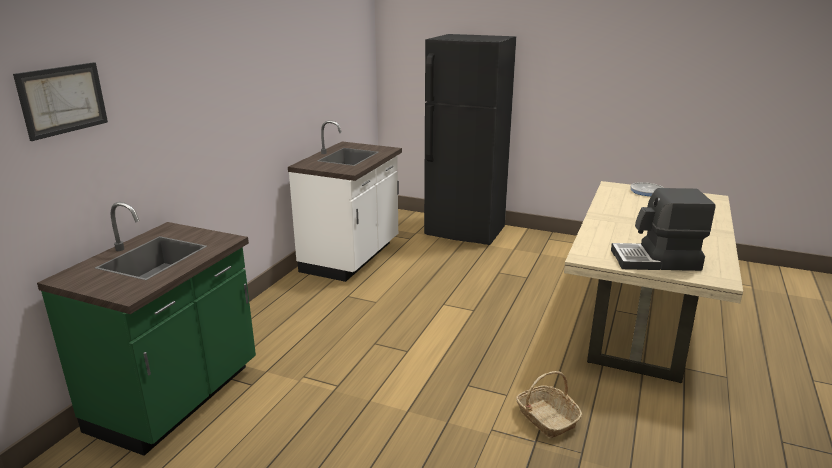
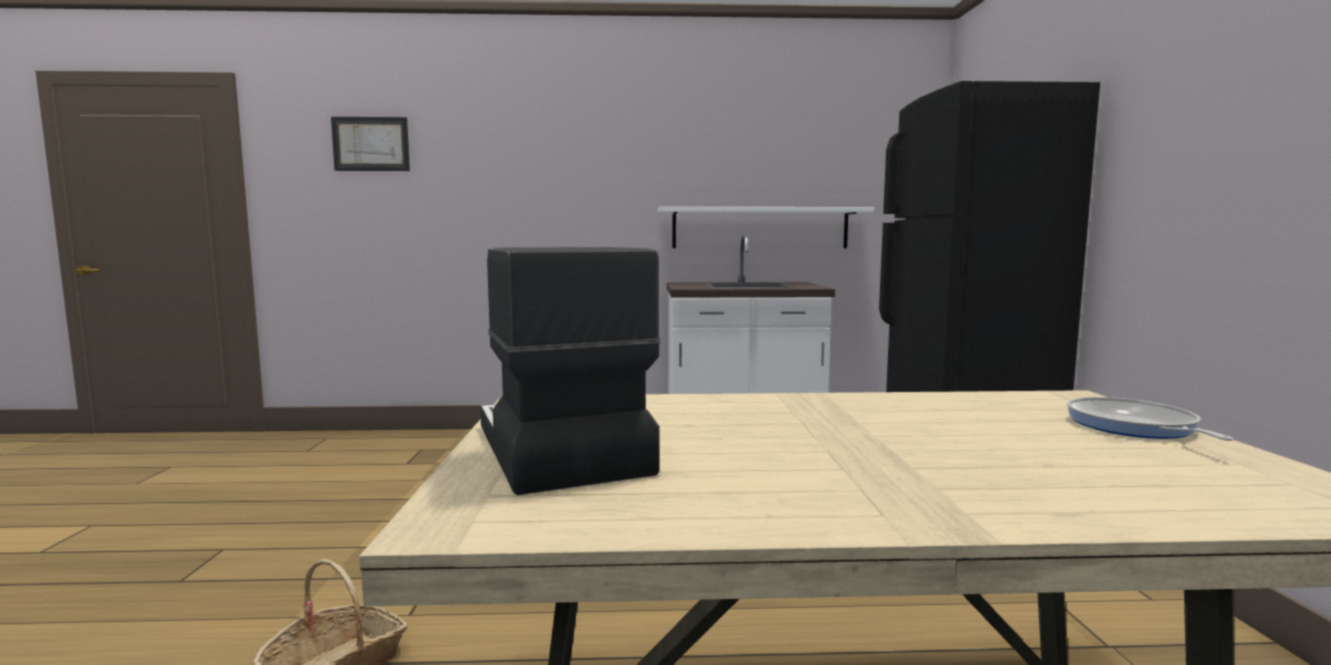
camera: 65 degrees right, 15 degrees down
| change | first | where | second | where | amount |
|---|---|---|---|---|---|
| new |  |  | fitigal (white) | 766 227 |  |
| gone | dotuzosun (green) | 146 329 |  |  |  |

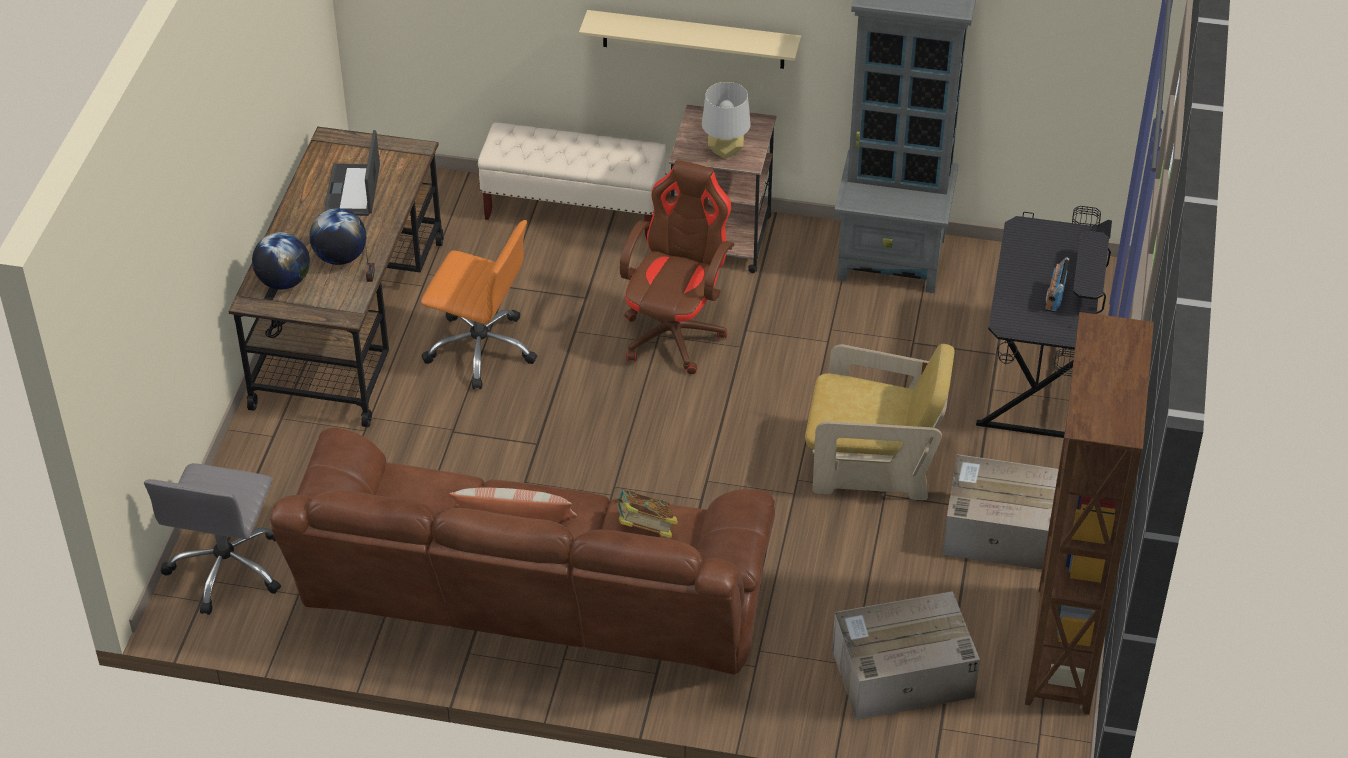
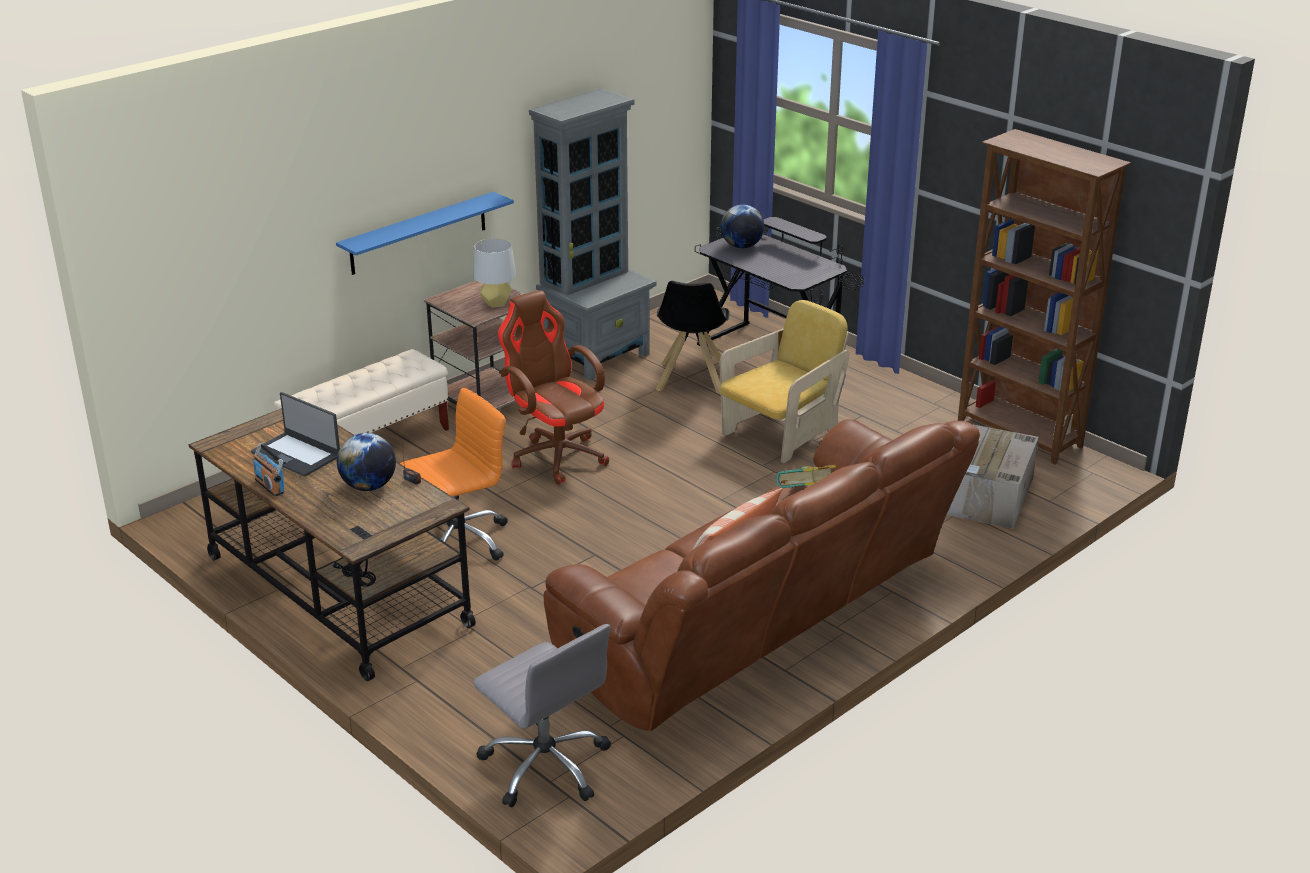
camera: 55 degrees left, 15 degrees down
| change | first | where | second | where | amount |
|---|---|---|---|---|---|
| shifted | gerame | 1057 284 |  | 269 469 |  |
| repainted | fitigal (beige) | 690 39 | fitigal (blue) | 425 233 |  |
| new |  |  | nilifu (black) | 692 338 |  |
| shifted | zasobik | 281 260 |  | 742 226 |  |
| gone | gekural | 1000 512 |  |  |  |

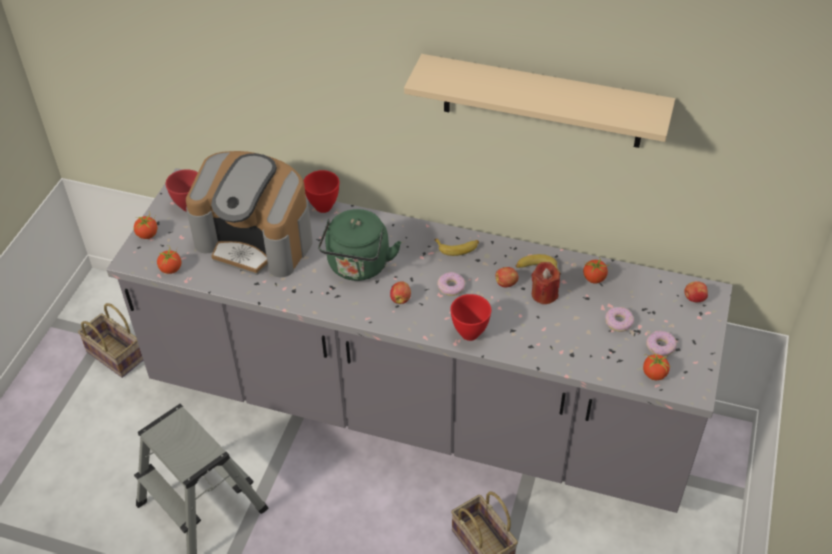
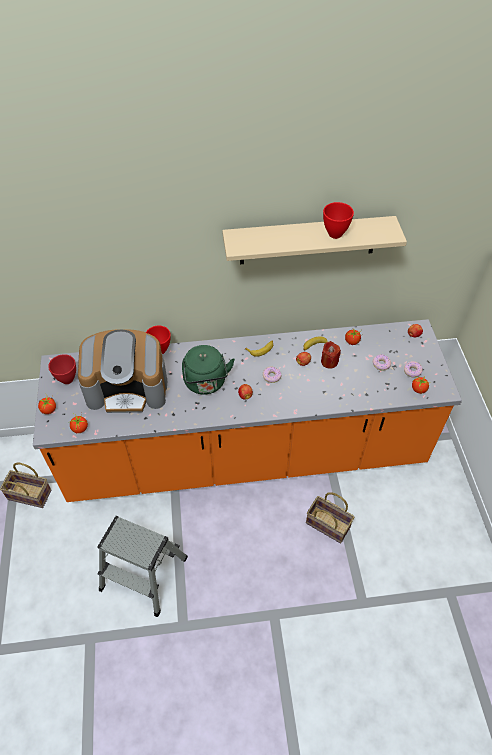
camera: 25 degrees left, 5 degrees up
| change | first | where | second | where | amount |
|---|---|---|---|---|---|
| repainted | dotuzosun (grey) | 419 340 | dotuzosun (orange) | 247 410 |  |
| shifted | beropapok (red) | 470 317 |  | 338 220 |  |

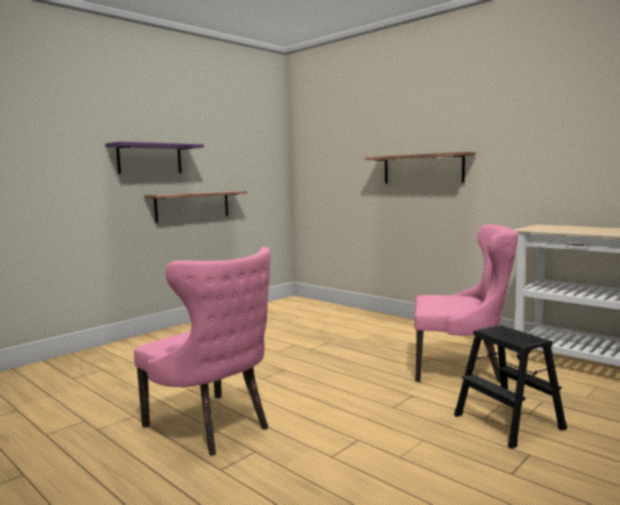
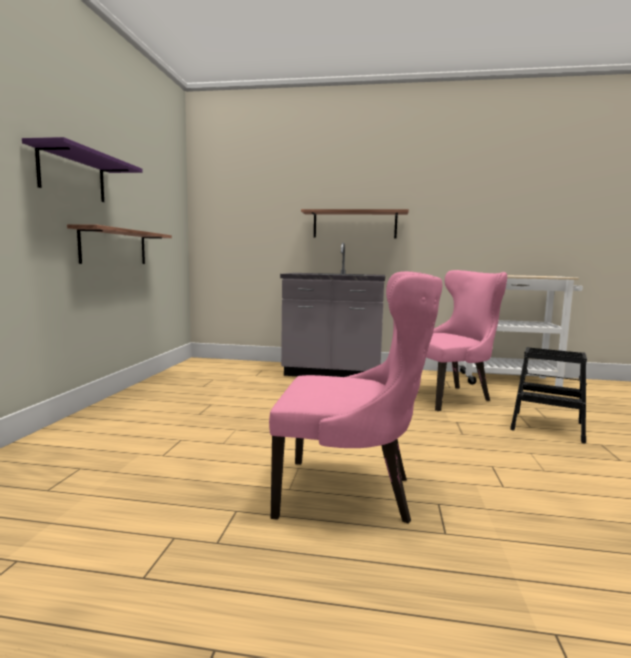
camera: 35 degrees left, 0 degrees up
| change | first | where | second | where | amount |
|---|---|---|---|---|---|
| new |  |  | dotuzosun (grey) | 332 310 |  |

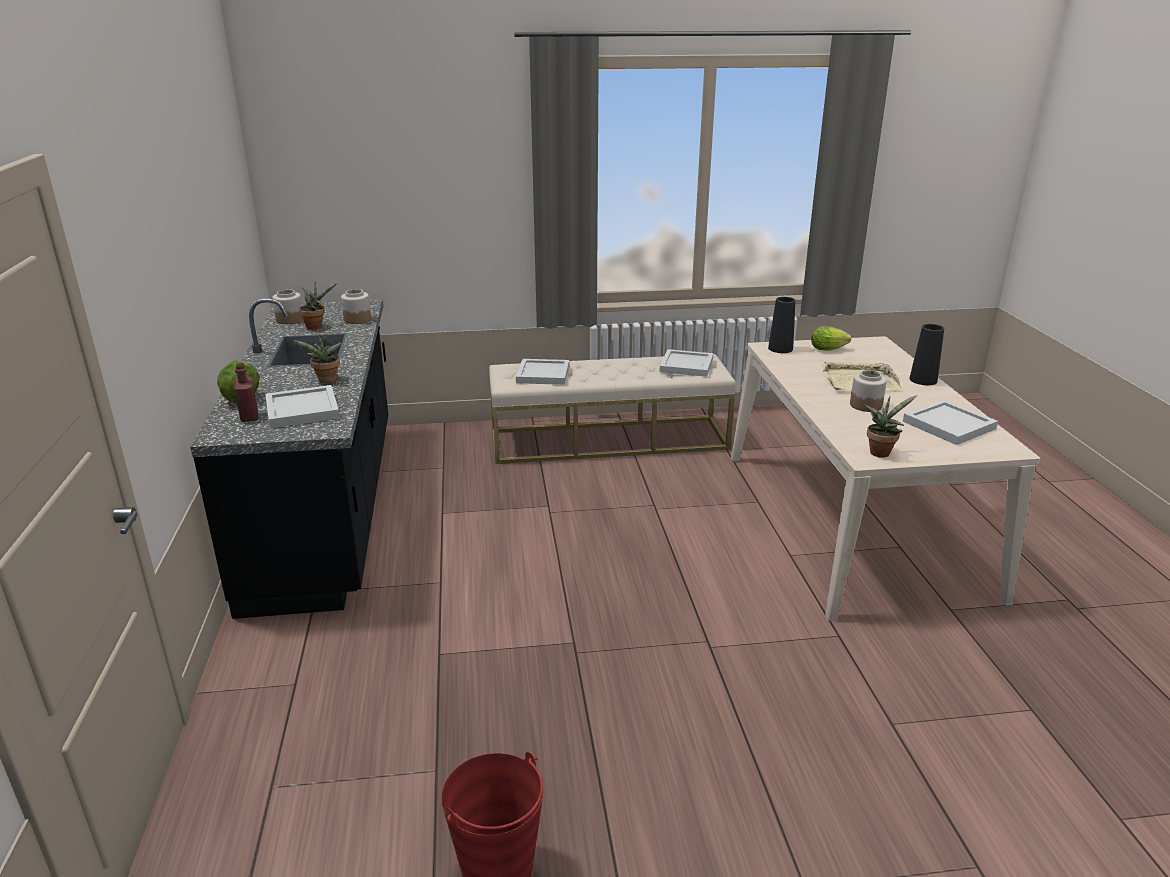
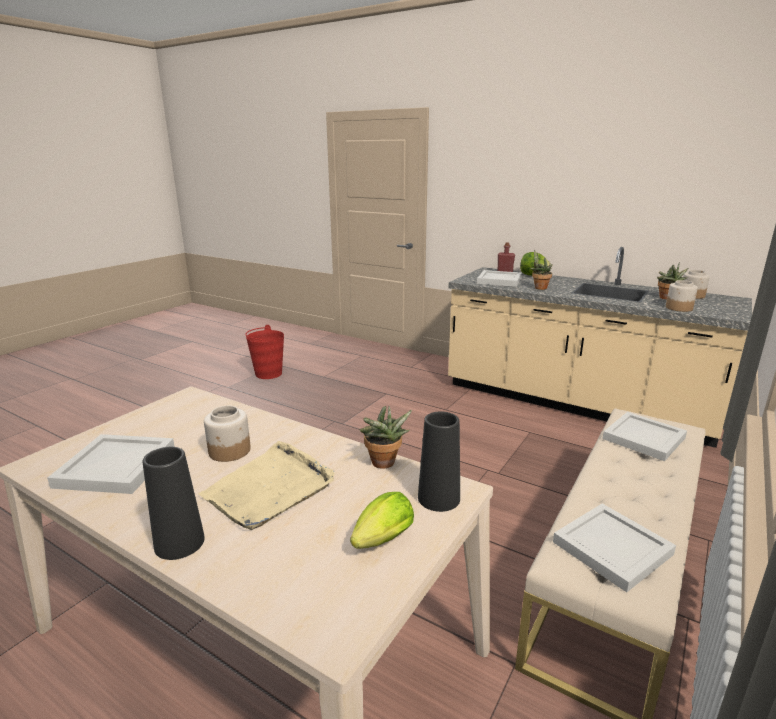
camera: 130 degrees right, 5 degrees down
| change | first | where | second | where | amount |
|---|---|---|---|---|---|
| shifted | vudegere | 890 426 |  | 386 437 |  |
| repainted | dotuzosun (black) | 289 458 | dotuzosun (beige) | 600 347 |  |

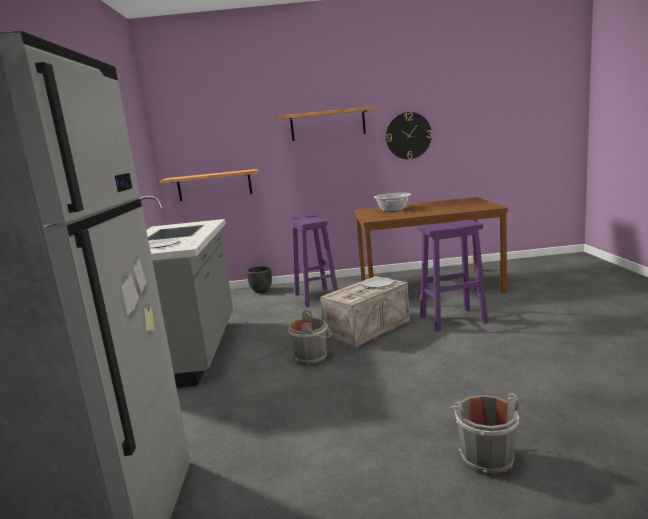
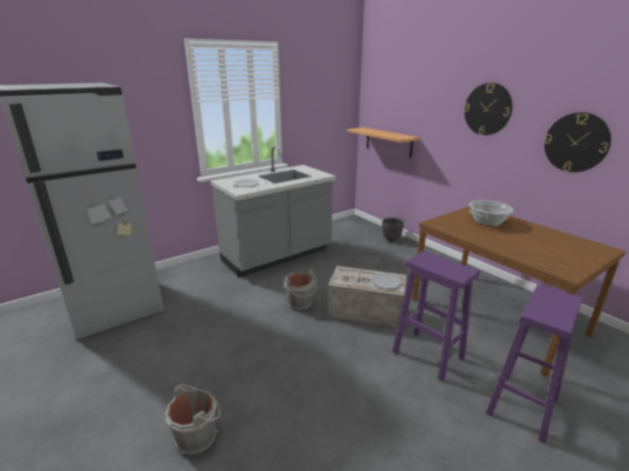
camera: 55 degrees right, 10 degrees up
| change | first | where | second | where | amount |
|---|---|---|---|---|---|
| swapped | fitigal | 328 123 | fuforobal | 488 109 |  |
| shifted | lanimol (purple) | 314 261 |  | 534 364 |  |

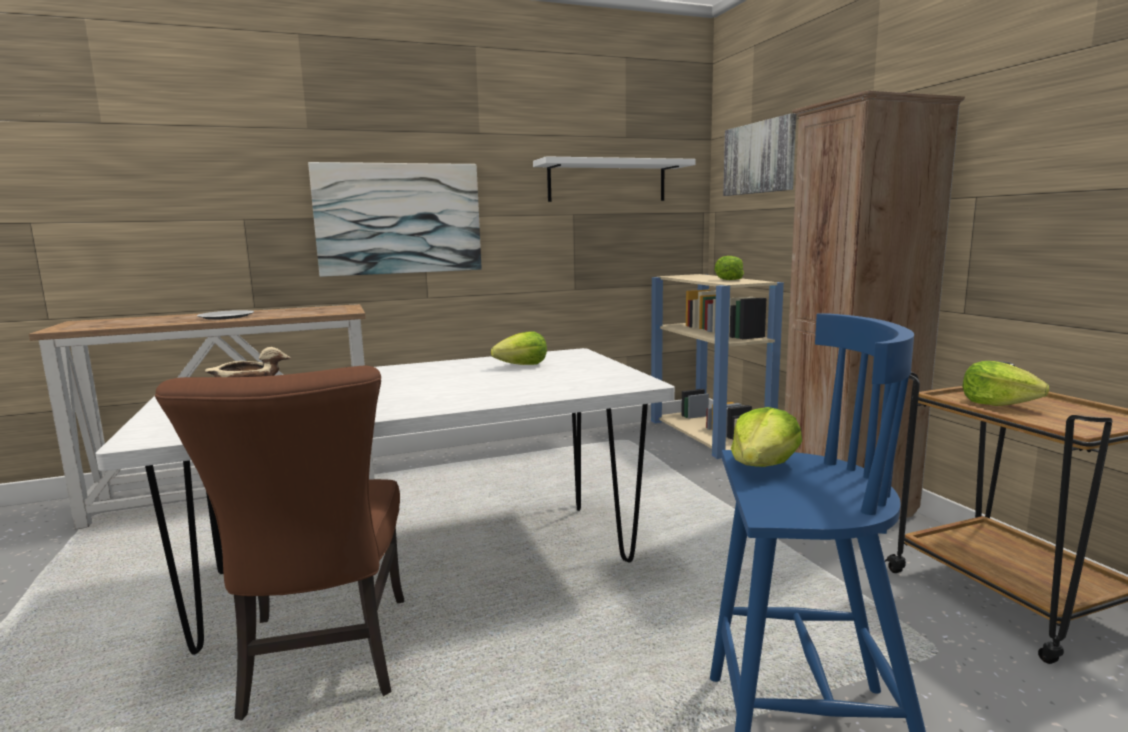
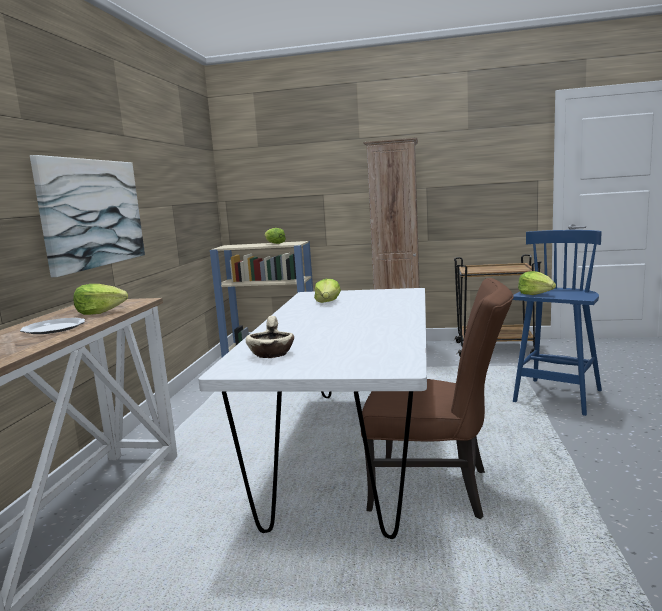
camera: 60 degrees left, 0 degrees up
| change | first | where | second | where | amount |
|---|---|---|---|---|---|
| shifted | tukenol | 1005 383 |  | 100 299 |  |
| gone | fitigal (white) | 614 179 |  |  |  |
| gone | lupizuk | 760 154 |  |  |  |

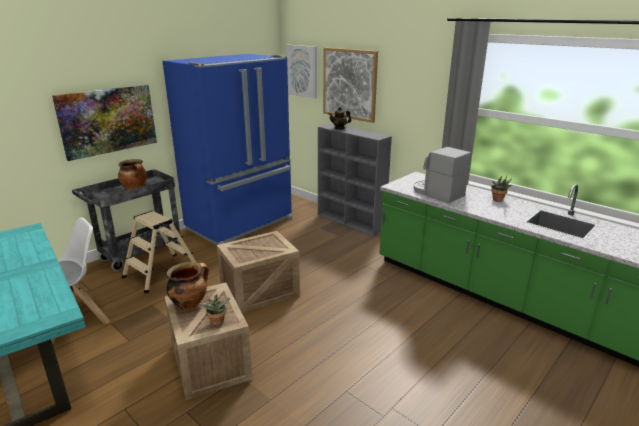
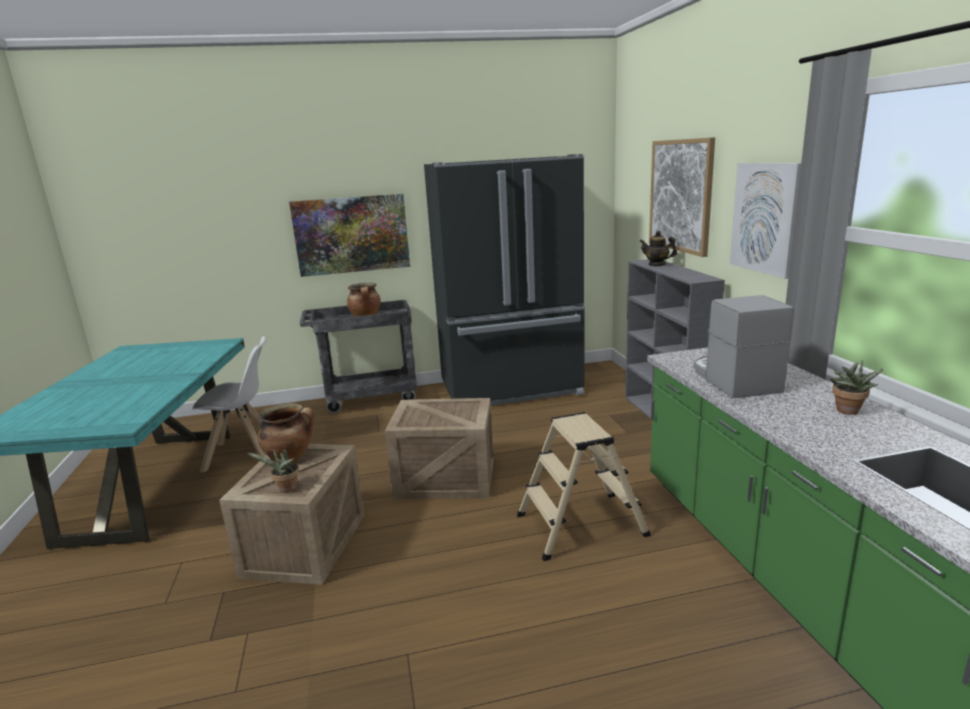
camera: 35 degrees right, 5 degrees down
| change | first | where | second | where | amount |
|---|---|---|---|---|---|
| repainted | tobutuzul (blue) | 227 149 | tobutuzul (black) | 504 280 |  |
| shifted | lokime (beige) | 159 252 |  | 584 486 |  |
| shifted | lupizuk | 301 72 |  | 765 221 |  |

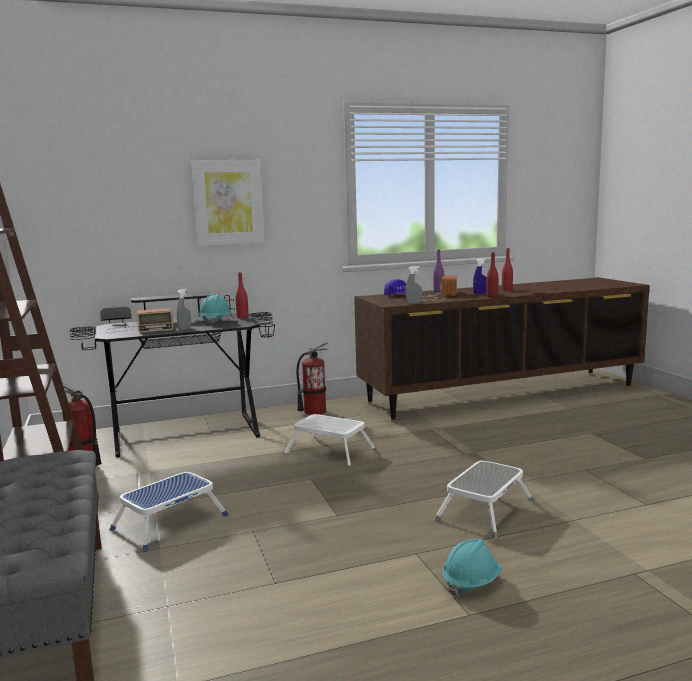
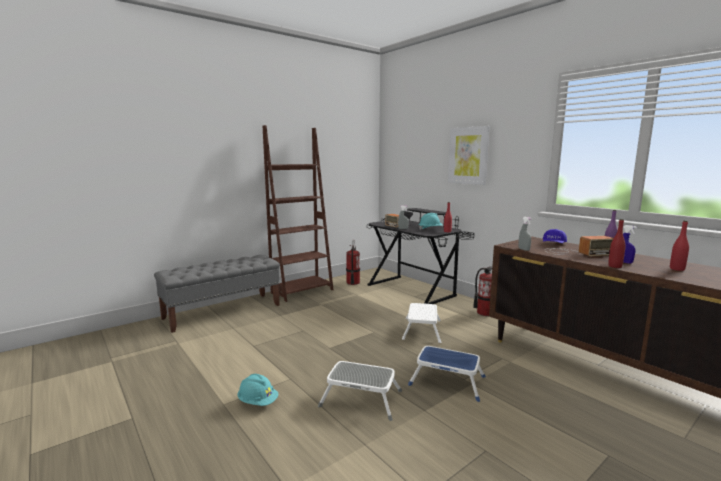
camera: 70 degrees right, 0 degrees up
| change | first | where | second | where | amount |
|---|---|---|---|---|---|
| shifted | lokime (blue) | 169 512 |  | 447 374 |  |

